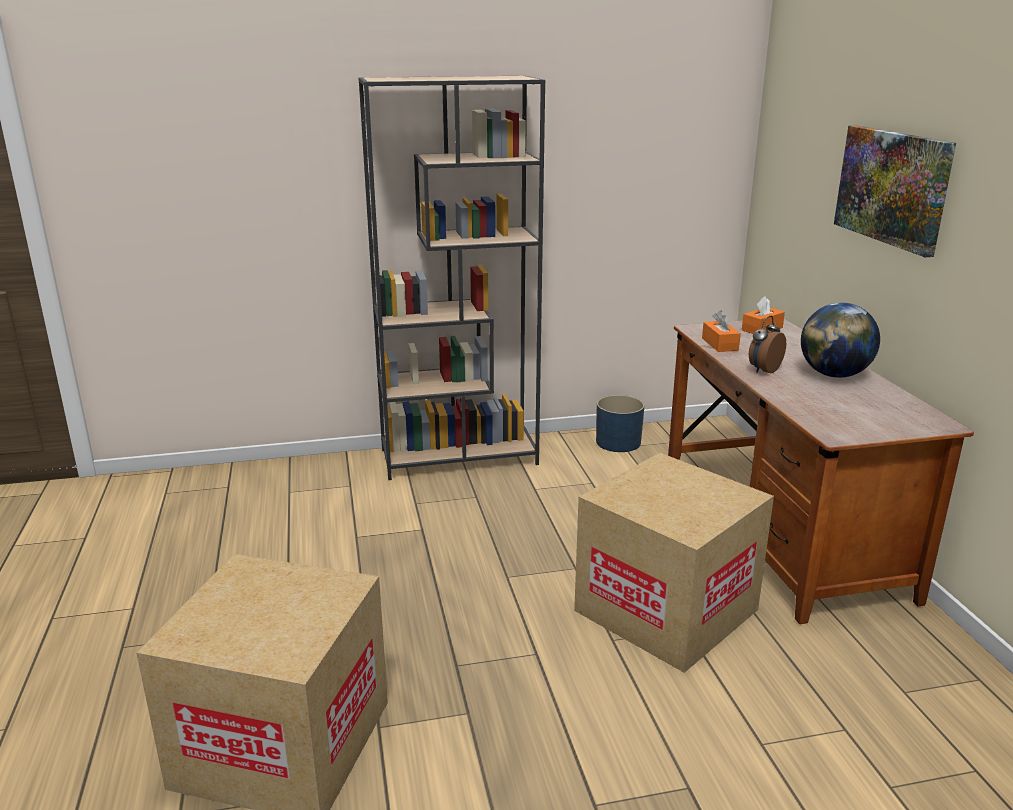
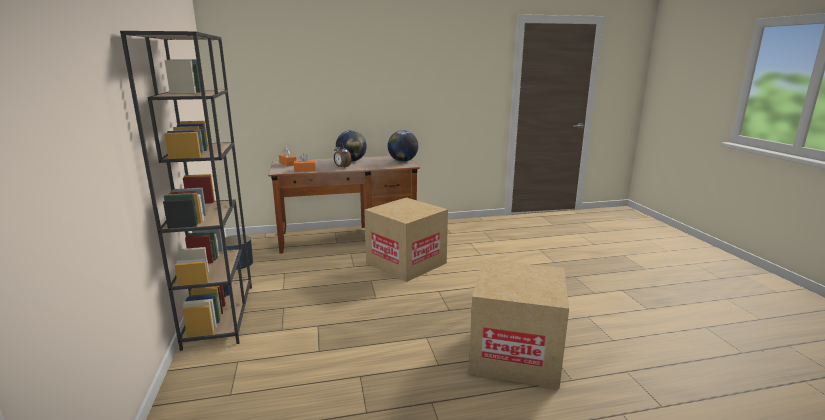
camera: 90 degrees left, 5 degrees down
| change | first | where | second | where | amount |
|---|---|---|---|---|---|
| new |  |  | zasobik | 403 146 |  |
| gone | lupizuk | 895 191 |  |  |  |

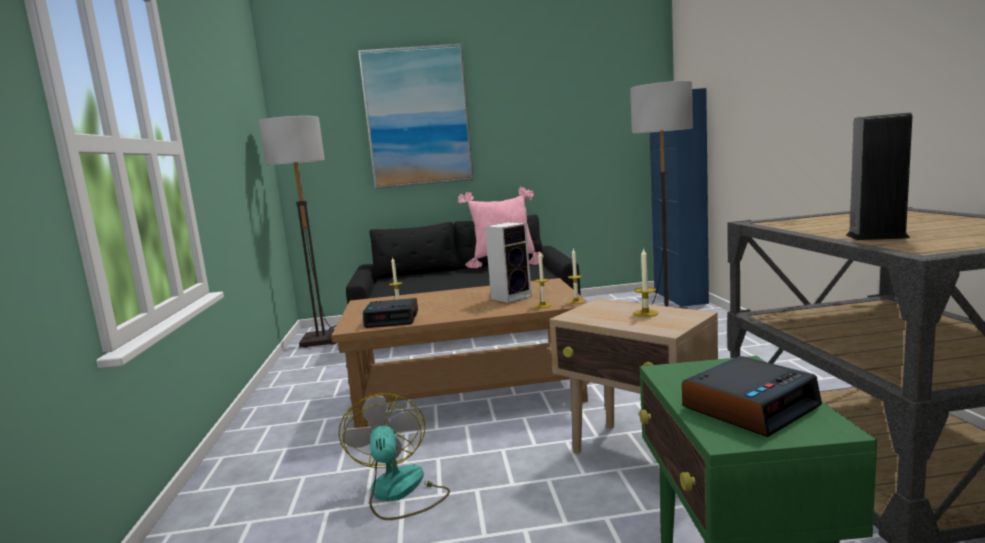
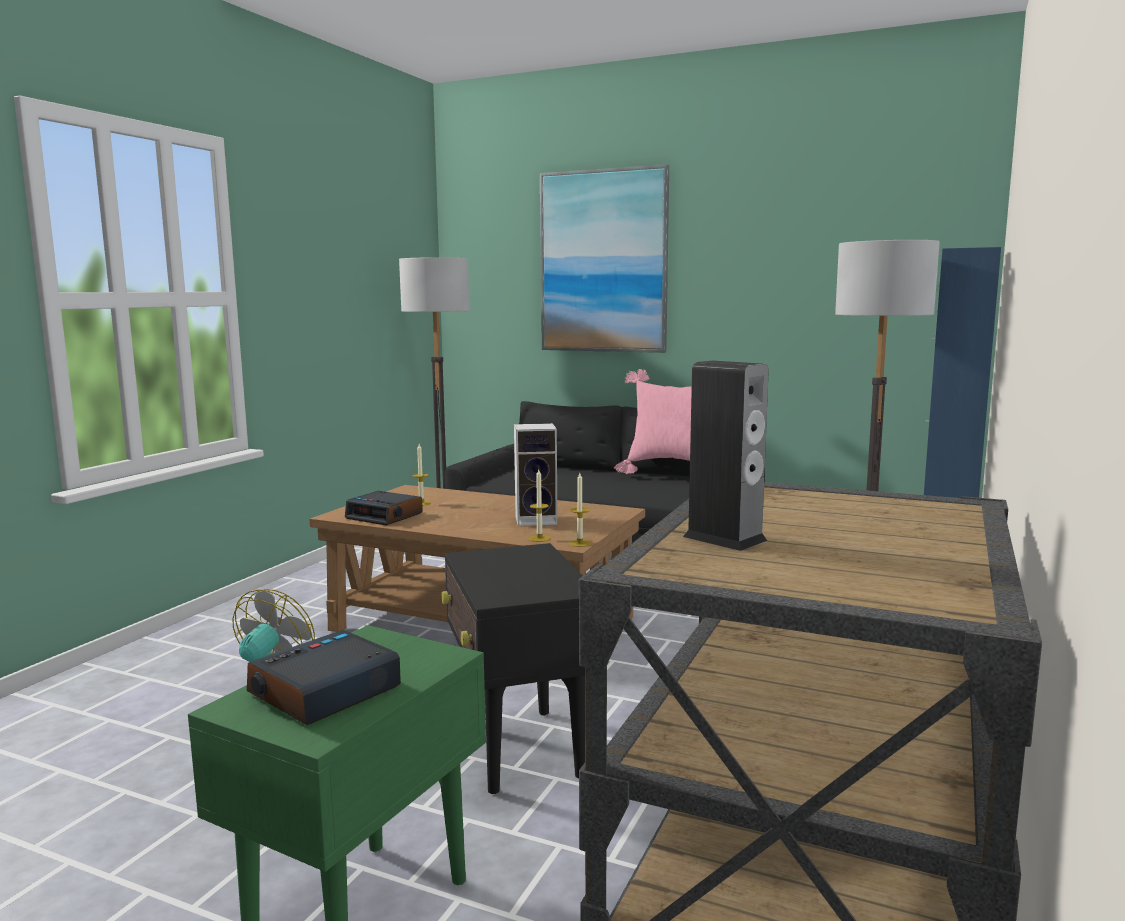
camera: 30 degrees right, 0 degrees up
| change | first | where | second | where | amount |
|---|---|---|---|---|---|
| rotated | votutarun | 752 396 |  | 324 677 | 135 degrees clockwise |
| repainted | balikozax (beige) | 633 376 | balikozax (black) | 513 668 |  |
| gone | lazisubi | 646 282 |  |  |  |

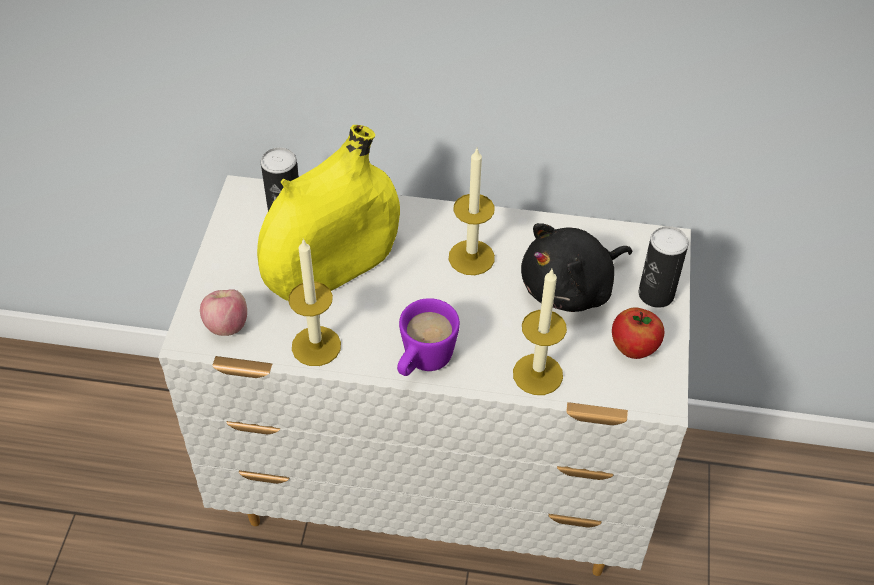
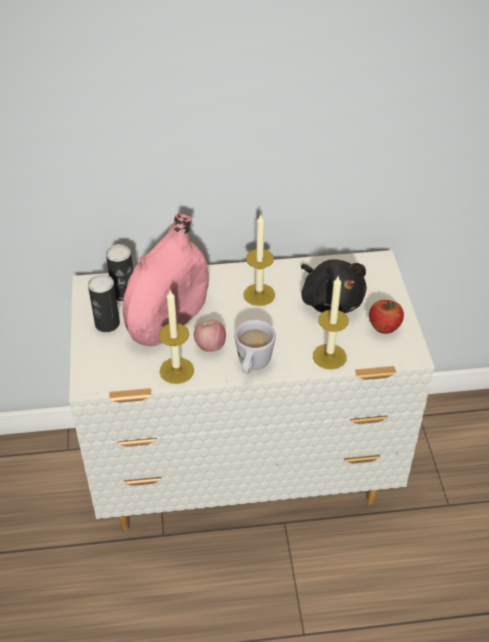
camera: 15 degrees left, 5 degrees down
| change | first | where | second | where | amount |
|---|---|---|---|---|---|
| shifted | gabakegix | 663 267 |  | 104 303 |  |
| repainted | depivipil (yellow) | 328 213 | depivipil (pink) | 166 280 |  |
| shifted | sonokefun | 223 312 |  | 210 336 |  |
| repainted | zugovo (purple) | 428 337 | zugovo (white) | 255 347 |  |
| rotated | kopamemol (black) | 576 267 |  | 334 286 | 75 degrees counterclockwise |

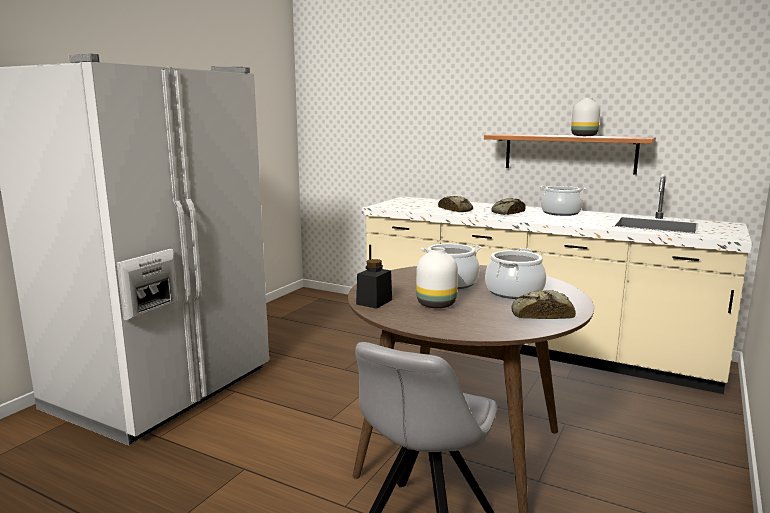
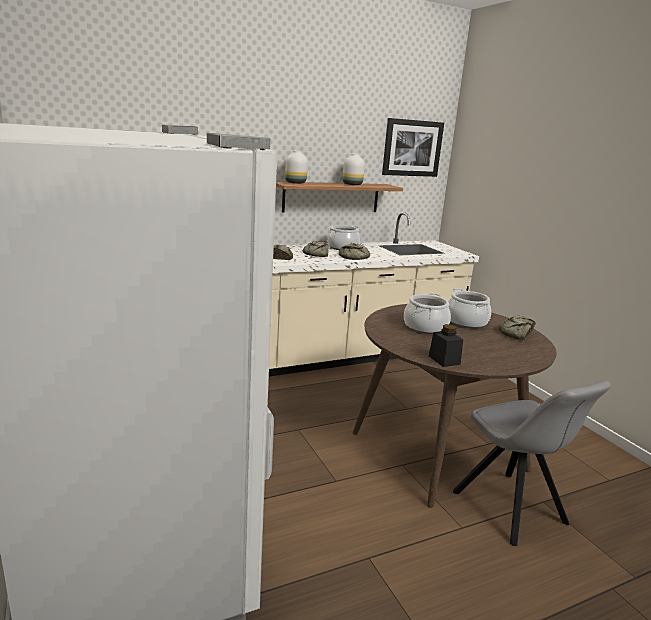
camera: 55 degrees left, 5 degrees up
| change | first | where | second | where | amount |
|---|---|---|---|---|---|
| shifted | depivipil (white) | 437 277 |  | 296 167 |  |
| new |  |  | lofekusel | 354 251 |  |
| new |  |  | lupizuk | 413 147 |  |

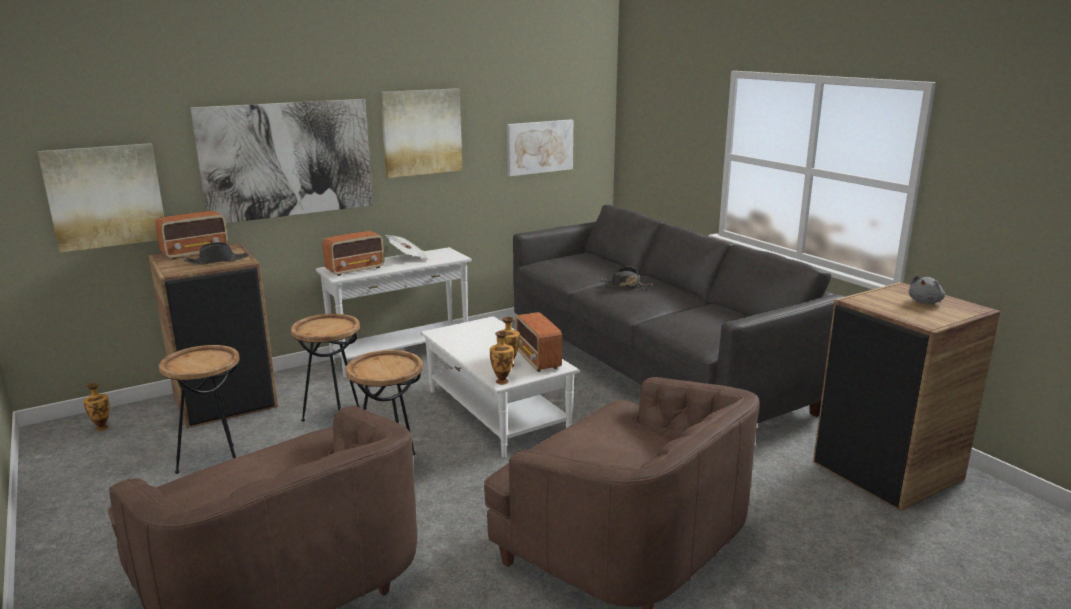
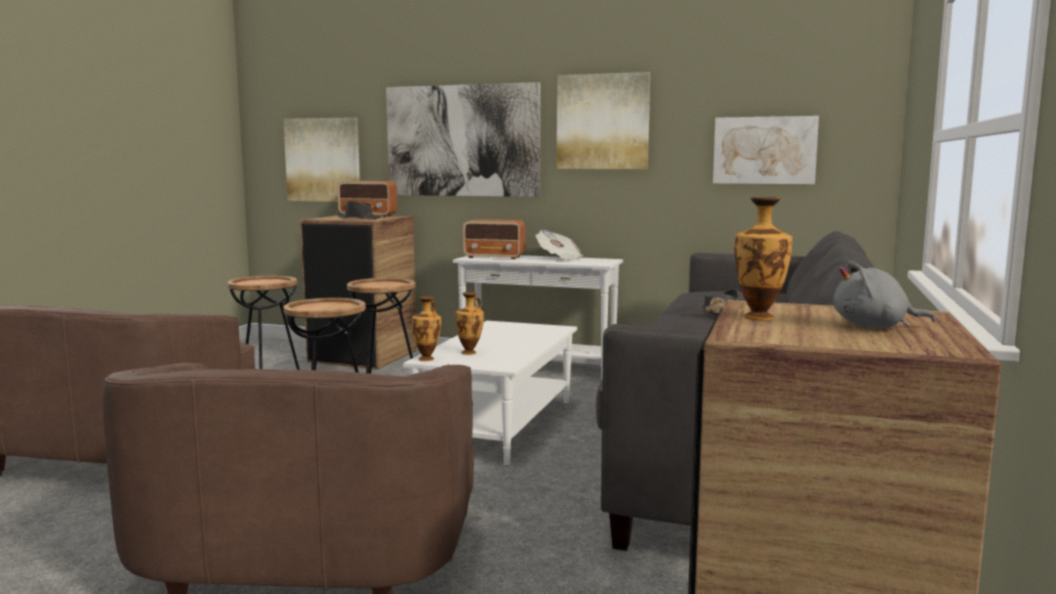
camera: 50 degrees right, 10 degrees down
| change | first | where | second | where | amount |
|---|---|---|---|---|---|
| shifted | depivipil | 96 407 |  | 763 258 |  |
| gone | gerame | 538 342 |  |  |  |

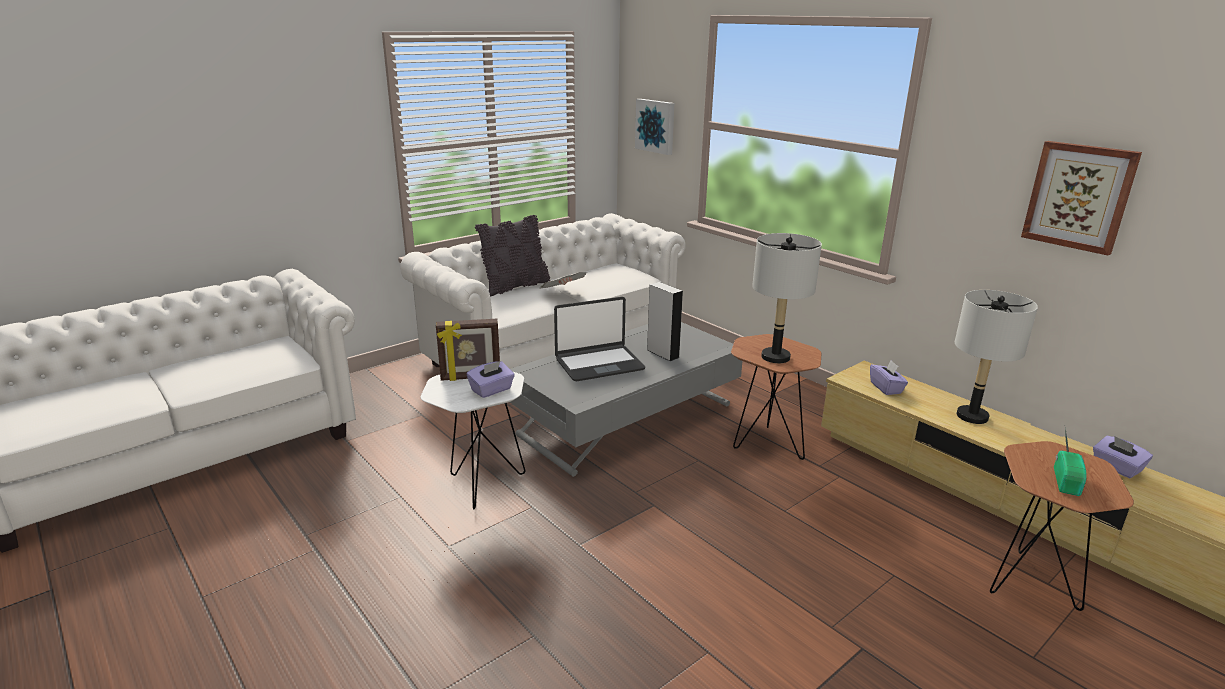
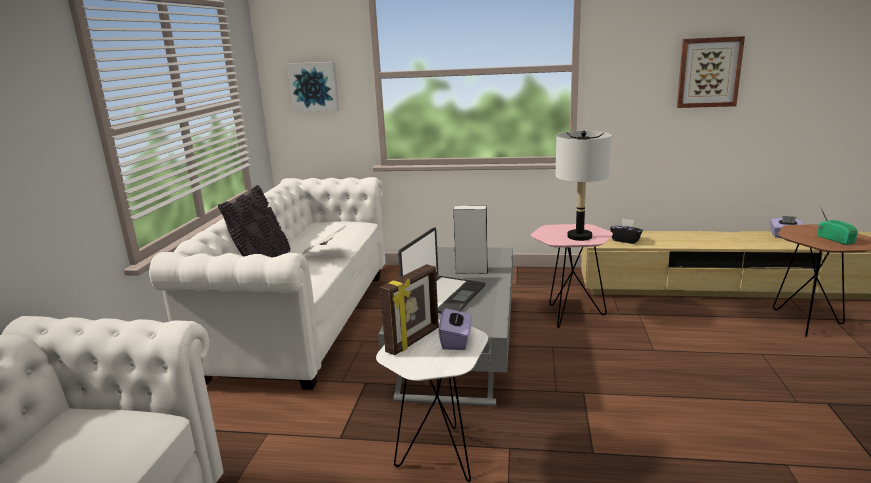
camera: 40 degrees left, 5 degrees down
| change | first | where | second | where | amount |
|---|---|---|---|---|---|
| repainted | balikozax (brown) | 776 397 | balikozax (pink) | 572 276 |  |
| repainted | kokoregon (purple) | 889 377 | kokoregon (black) | 626 231 |  |
| gone | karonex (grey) | 996 357 |  |  |  |

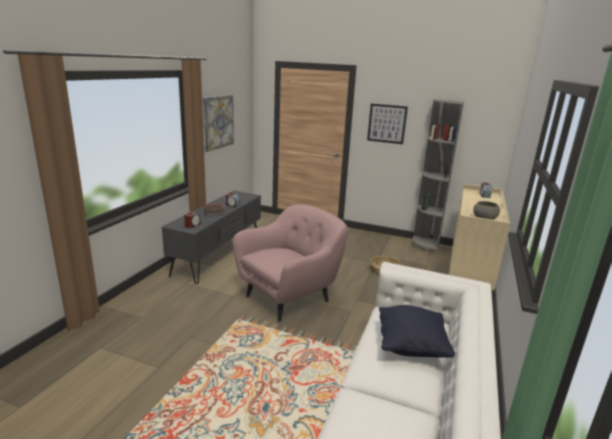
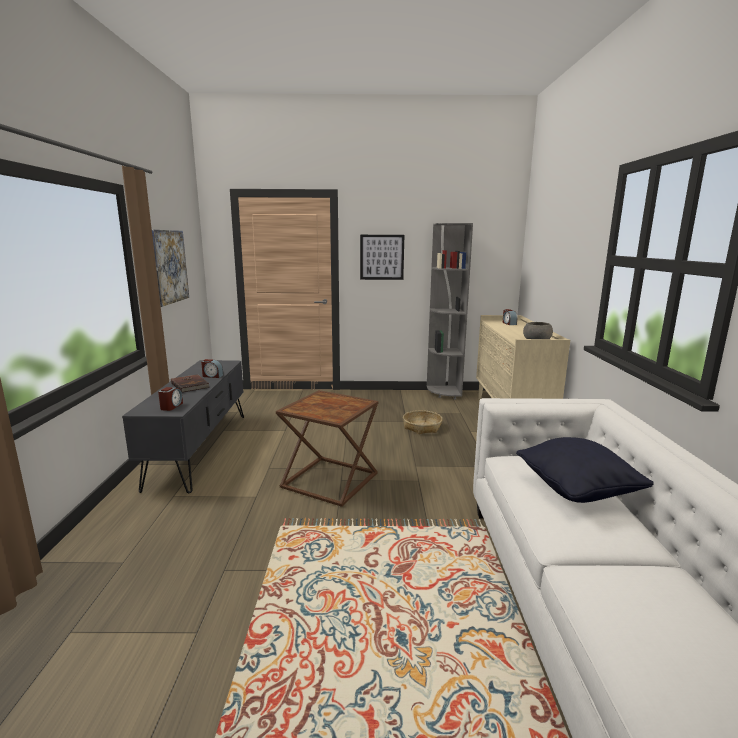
camera: 20 degrees left, 5 degrees down
| change | first | where | second | where | amount |
|---|---|---|---|---|---|
| swapped | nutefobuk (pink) | 290 262 | balikozax (brown) | 327 448 |  |

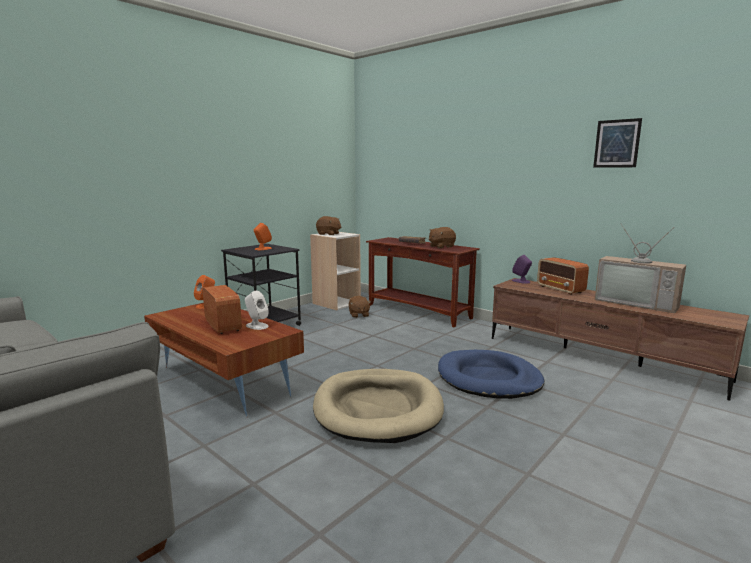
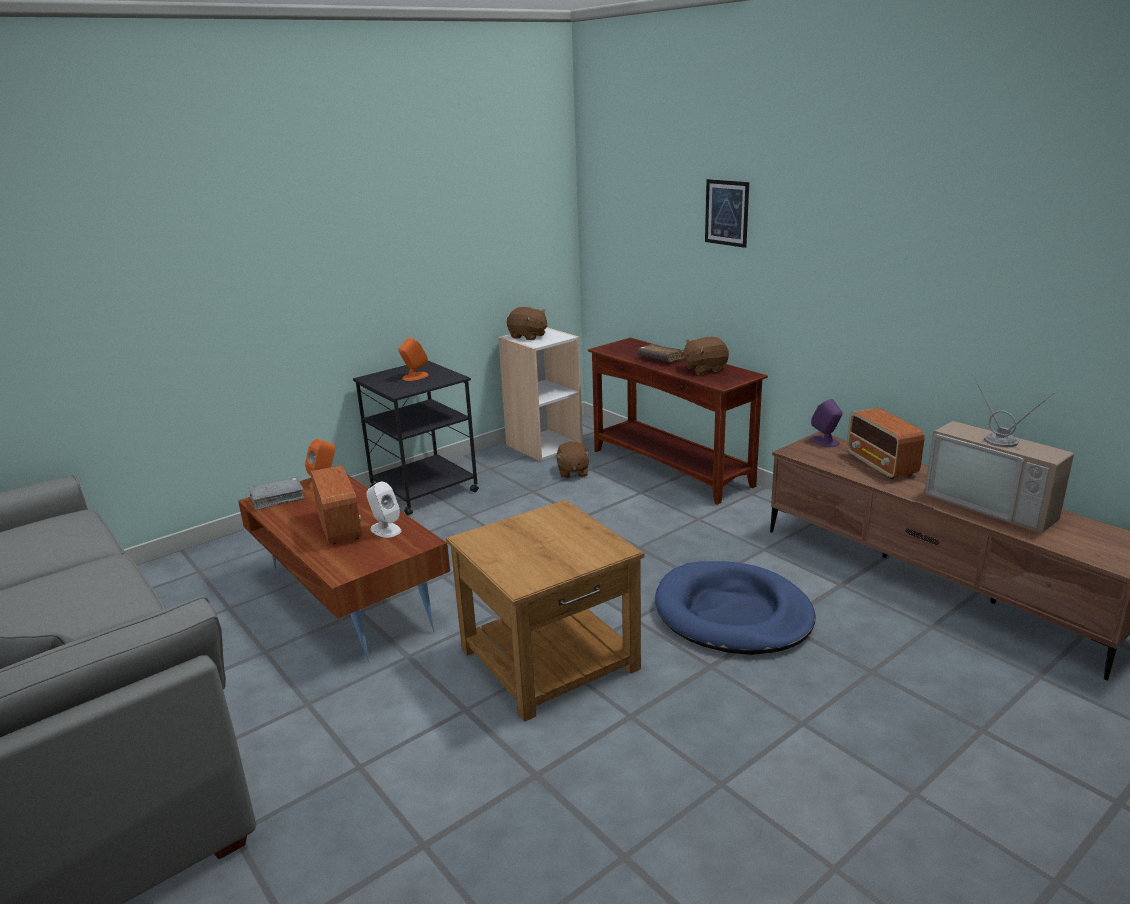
camera: 10 degrees right, 10 degrees up
| change | first | where | second | where | amount |
|---|---|---|---|---|---|
| new |  |  | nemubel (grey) | 277 493 |  |
| swapped | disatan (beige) | 378 406 | balikozax (brown) | 545 611 |  |
| shifted | lupizuk | 617 143 |  | 727 213 |  |

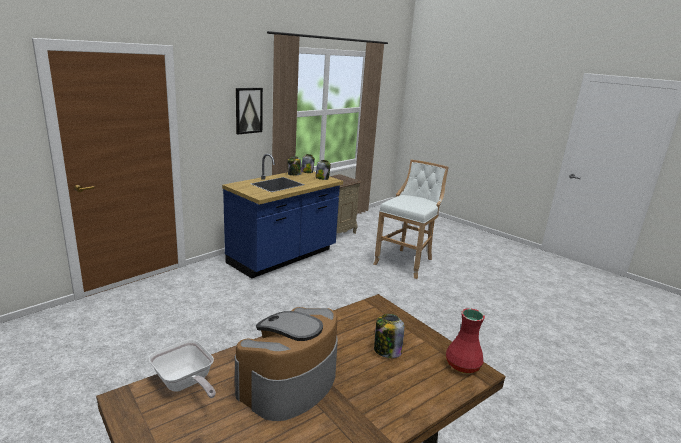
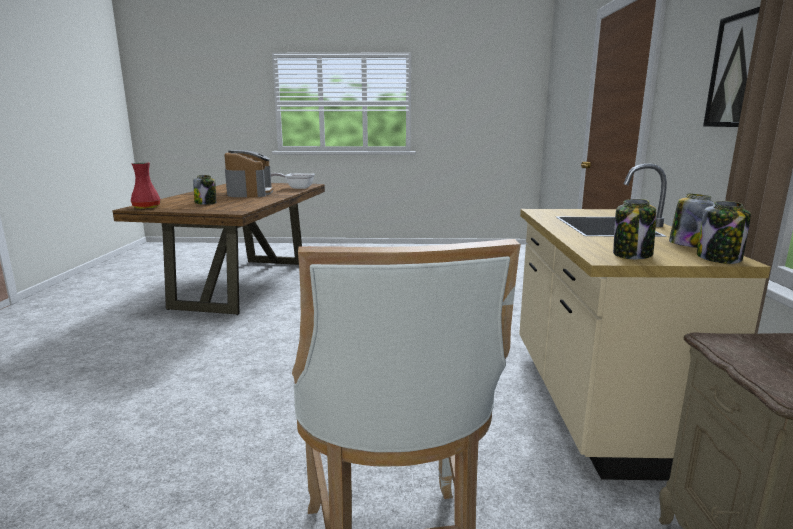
camera: 140 degrees right, 5 degrees down
| change | first | where | second | where | amount |
|---|---|---|---|---|---|
| repainted | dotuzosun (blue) | 282 216 | dotuzosun (beige) | 645 322 |  |

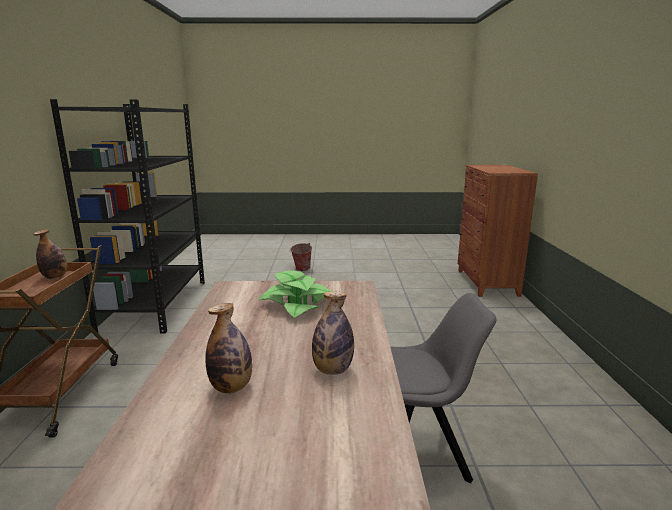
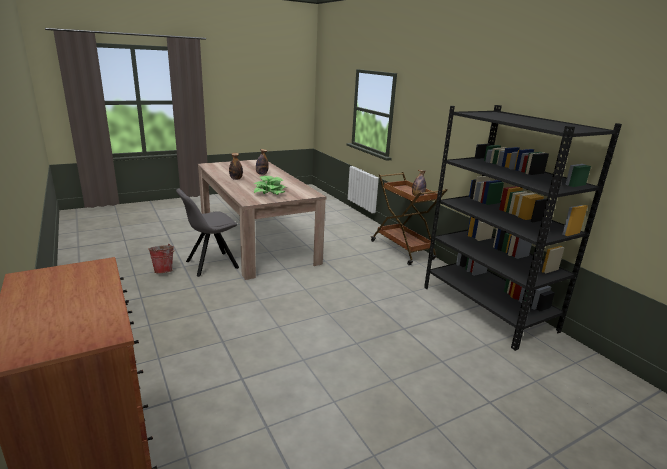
camera: 150 degrees right, 5 degrees up
| change | first | where | second | where | amount |
|---|---|---|---|---|---|
| shifted | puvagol | 300 257 |  | 162 258 |  |

